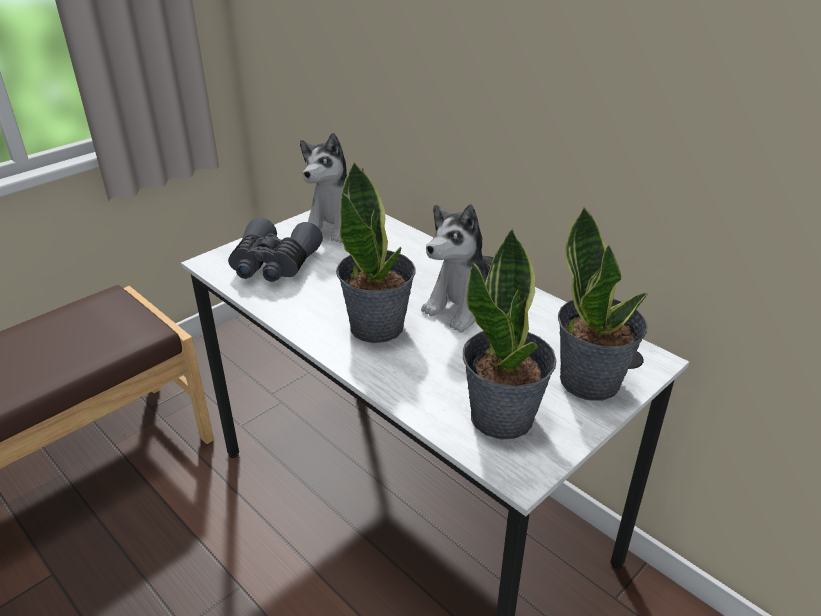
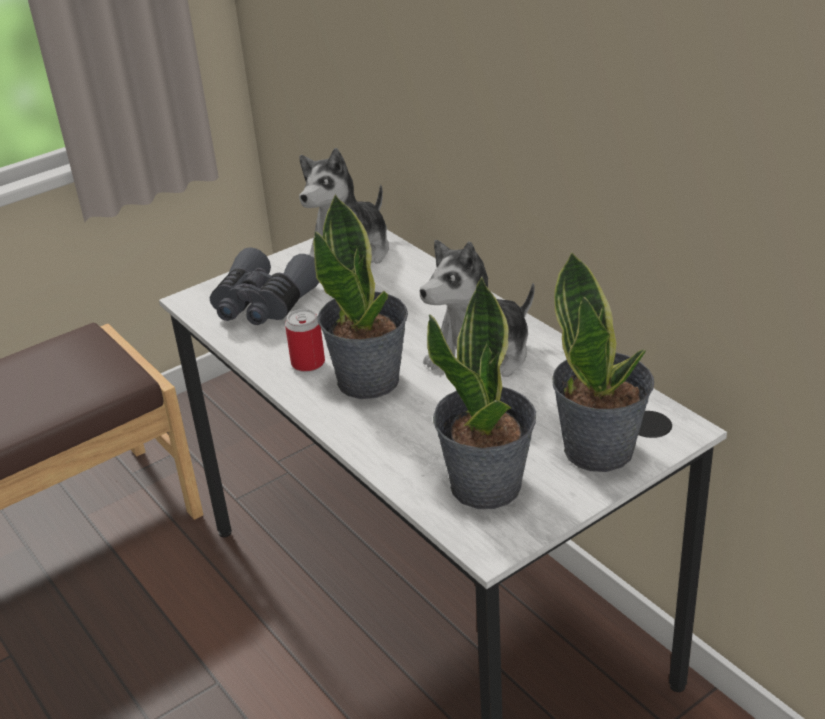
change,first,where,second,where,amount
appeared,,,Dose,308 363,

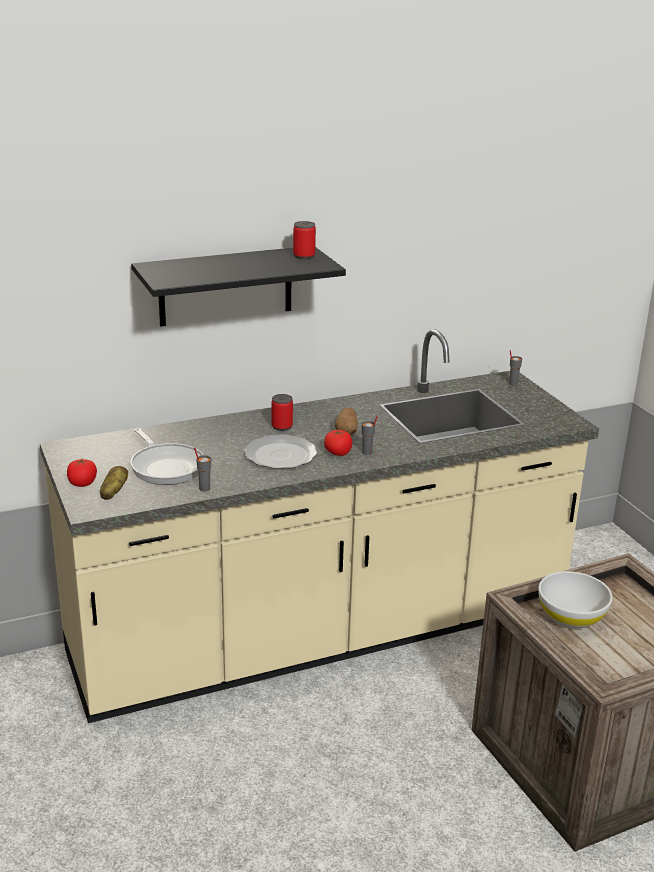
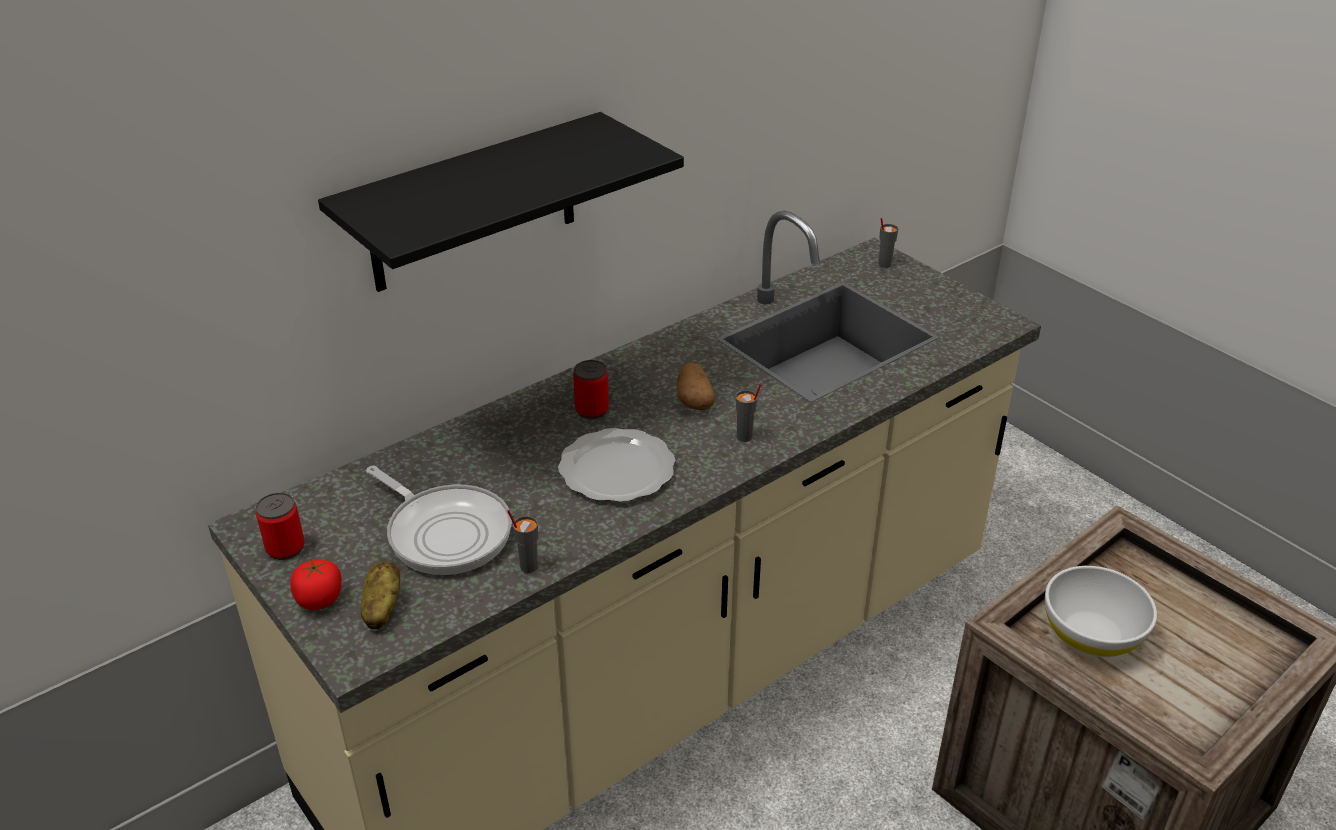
change,first,where,second,where,amount
relocated,Dose,304 256,,285 548,
missing,Tomate,338 453,,,

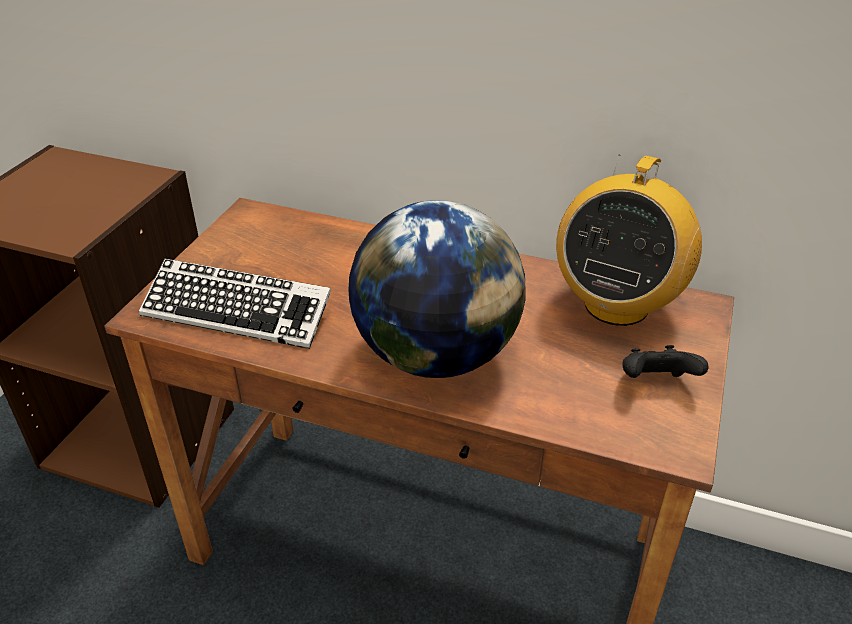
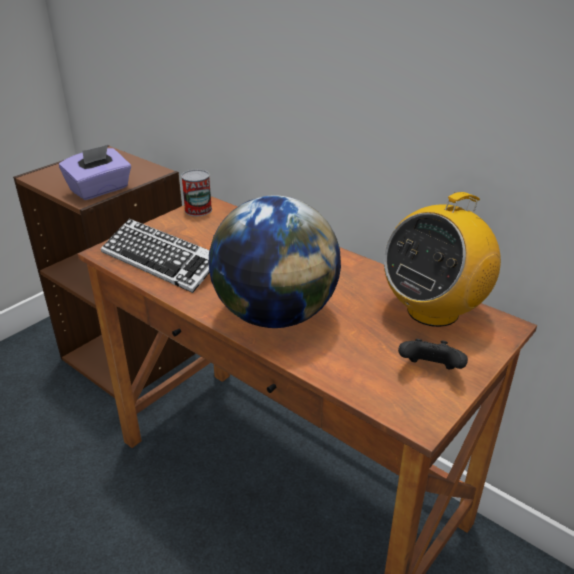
change,first,where,second,where,amount
appeared,,,Taschentuchbox [lila],100 190,
appeared,,,Dose,198 210,

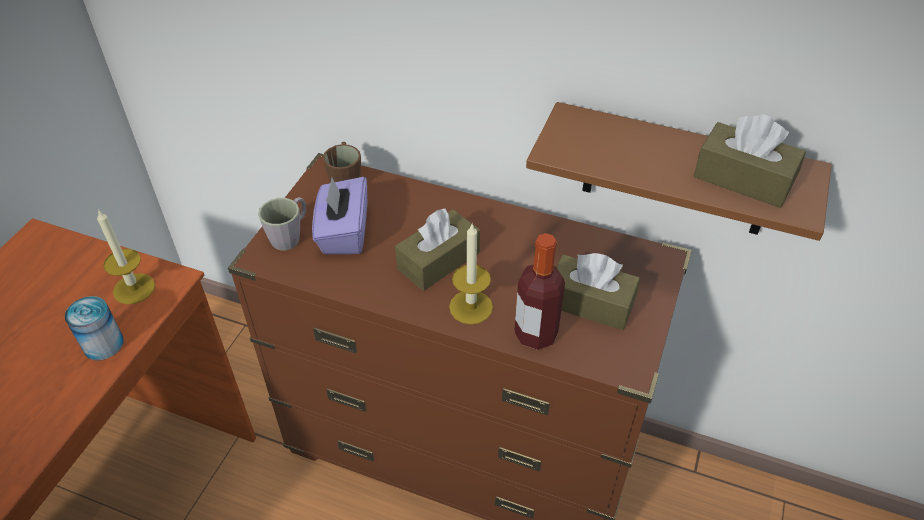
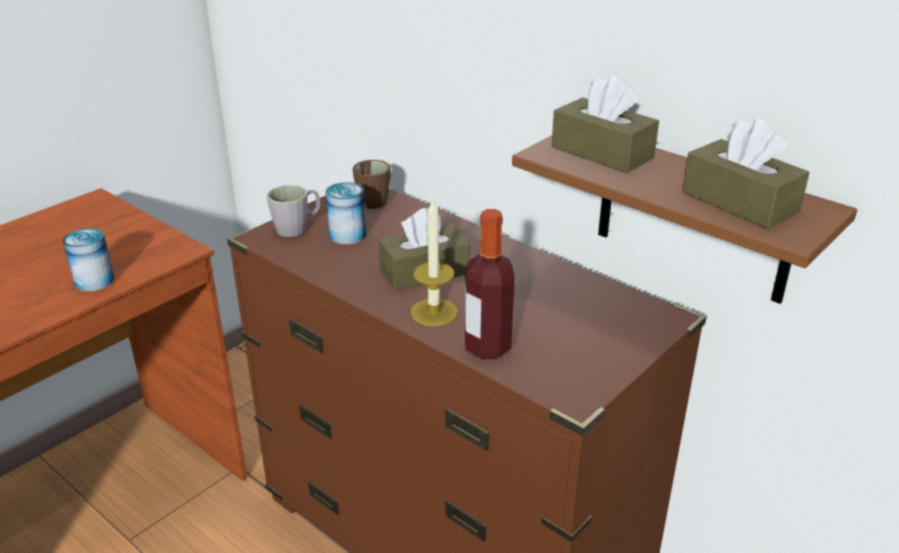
change,first,where,second,where,amount
exchanged,Taschentuchbox [lila],343 233,Dose,347 235,
relocated,Taschentuchbox [braun],590 303,,602 152,
missing,Kerze,134 288,,,

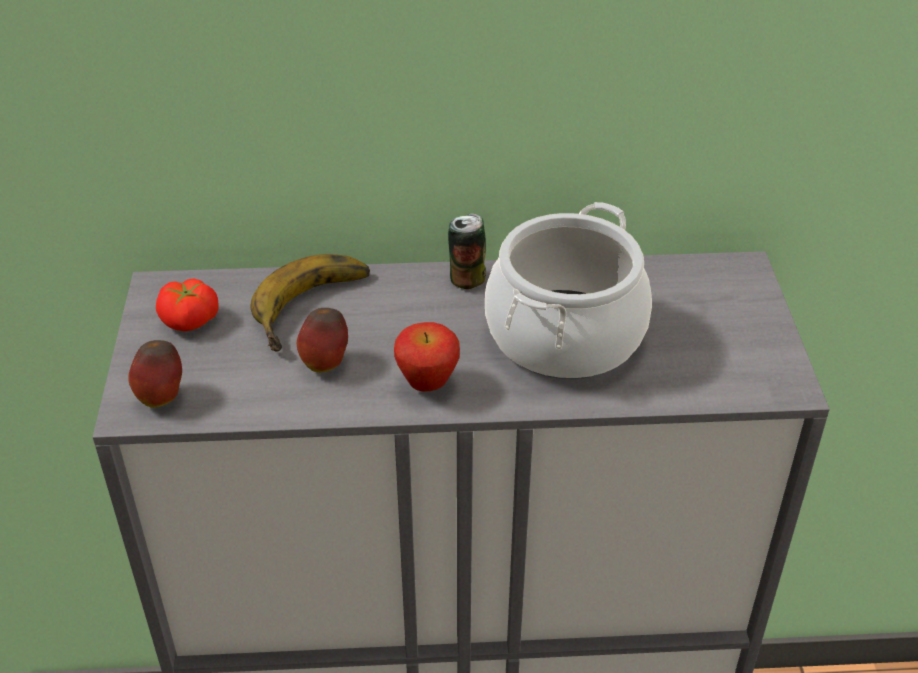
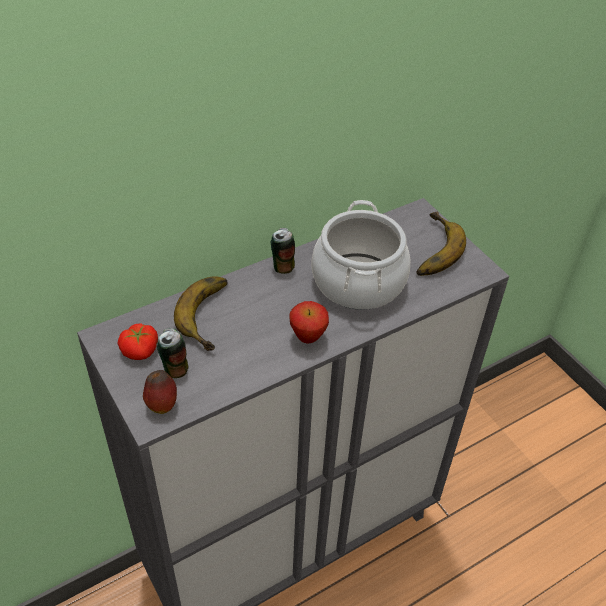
change,first,where,second,where,amount
appeared,,,Dose,175 368,
appeared,,,Banane,430 249,
missing,Apfel,325 363,,,

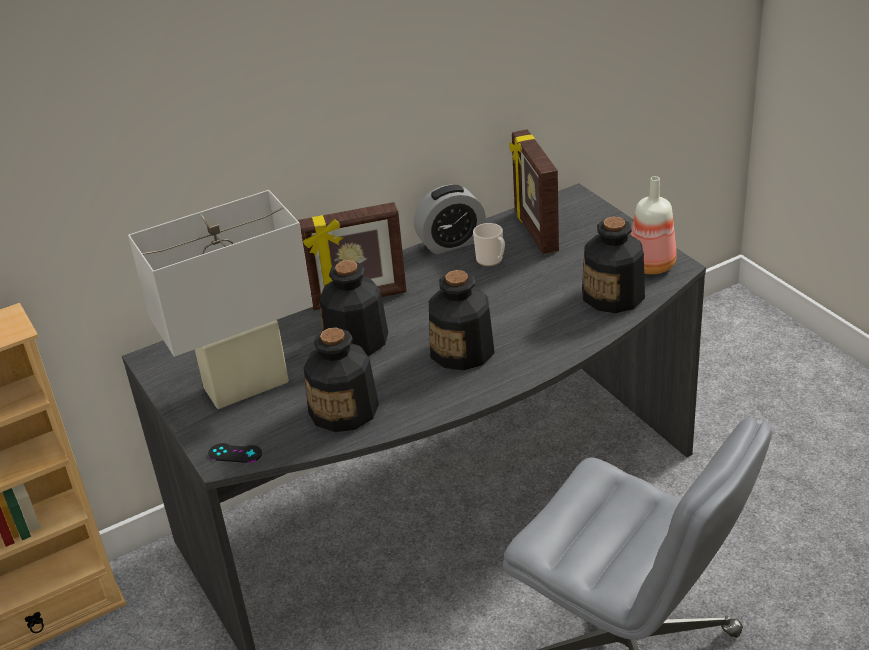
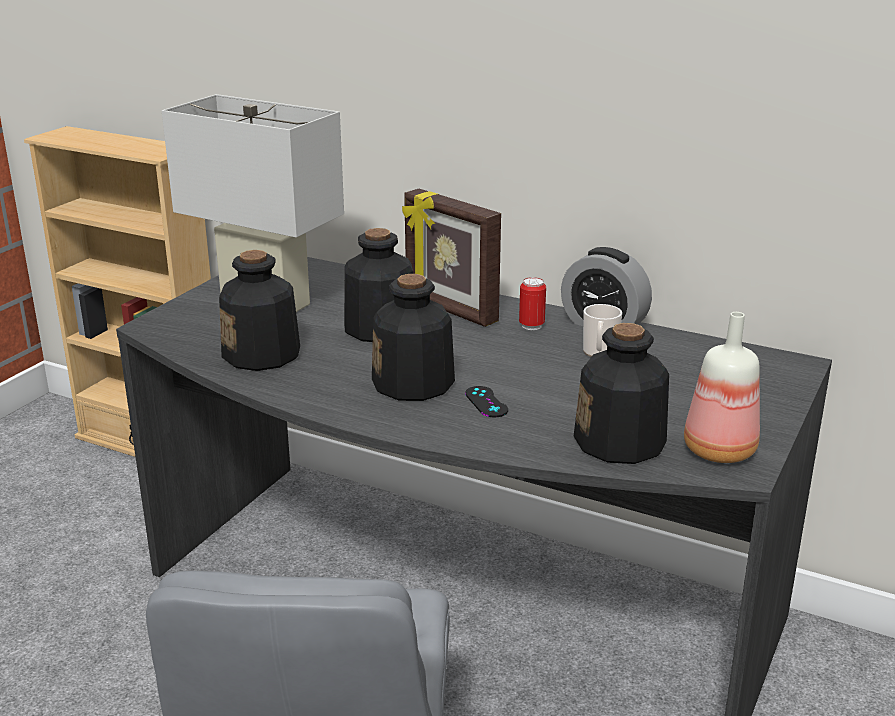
change,first,where,second,where,amount
relocated,Gamepad [schwarz],235 453,,486 402,
appeared,,,Dose,531 326,
missing,Bilderrahmen,534 231,,,

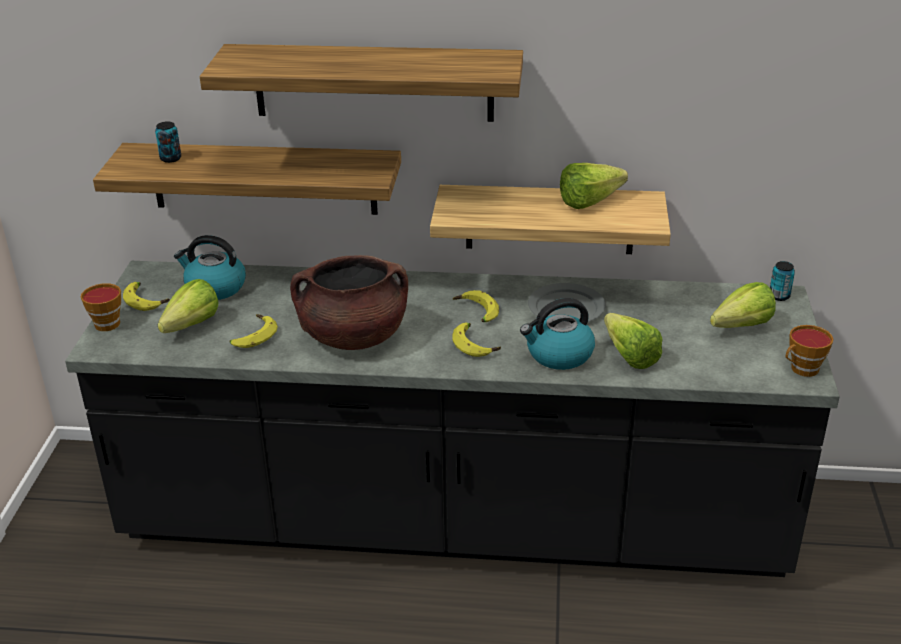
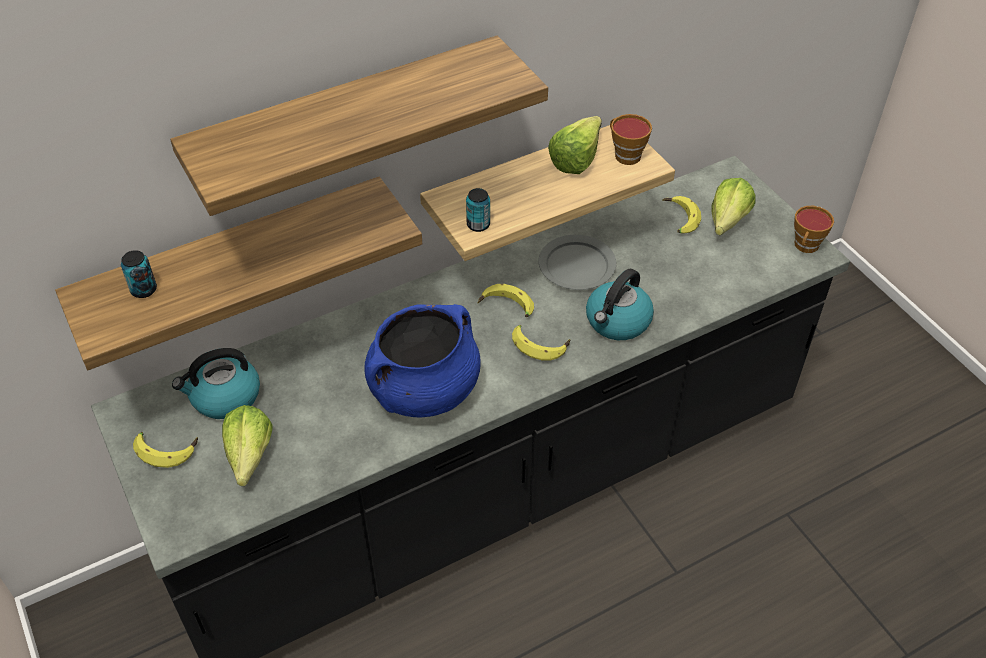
change,first,where,second,where,amount
colour,Kochtopf [braun],353 337,Kochtopf [blau],424 390,
relocated,Dose,779 296,,478 225,
relocated,Tasse,107 322,,625 155,
relocated,Banane,252 336,,678 219,
missing,Salatkopf,627 353,,,

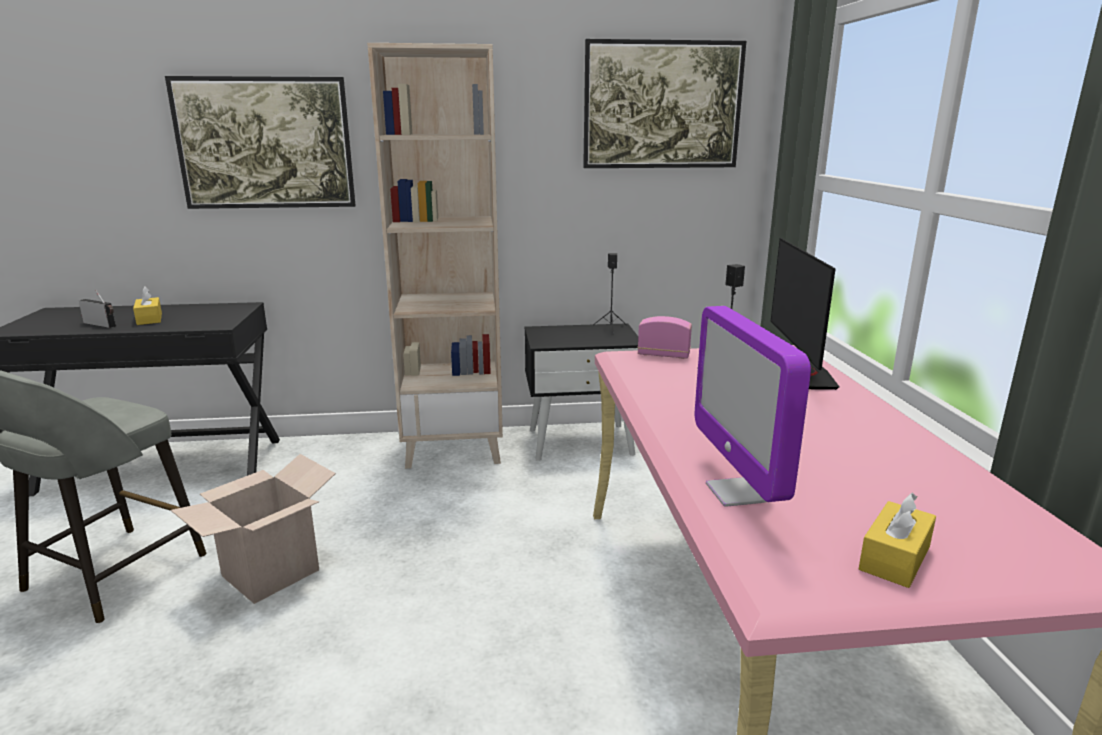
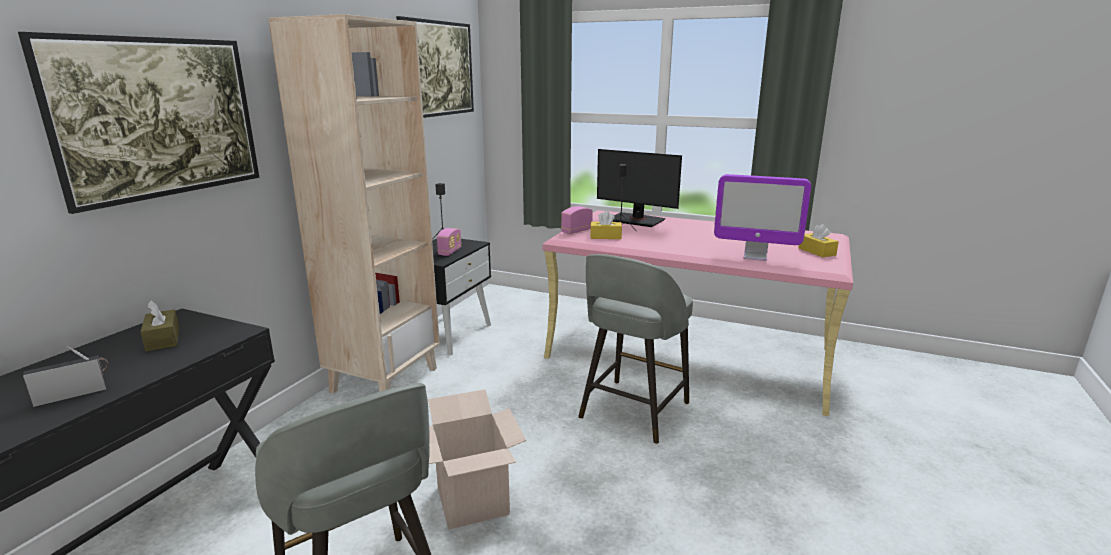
change,first,where,second,where,amount
appeared,,,Taschentuchbox [braun],163 339,
appeared,,,Radio,450 252,
appeared,,,Hocker [grau],632 411,
relocated,Taschentuchbox [gelb],149 319,,605 236,

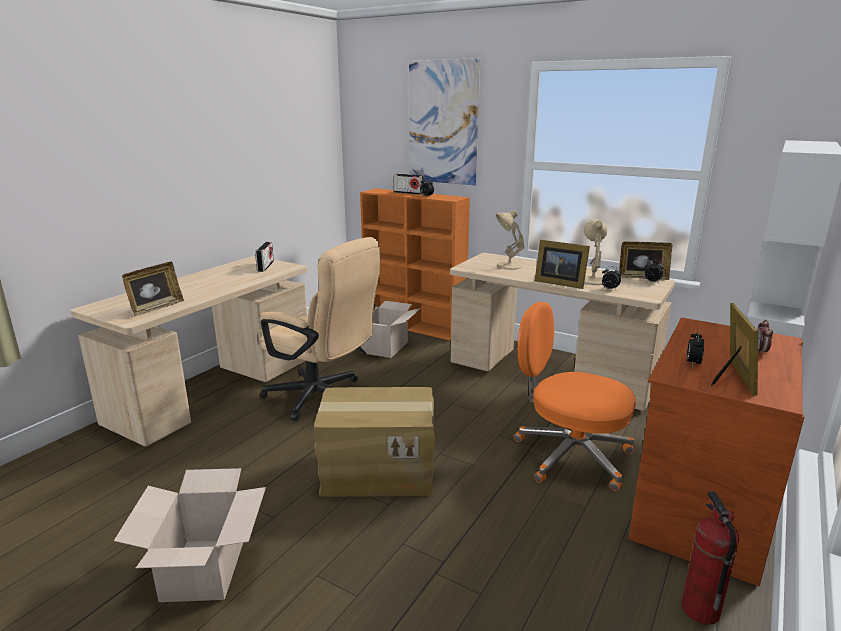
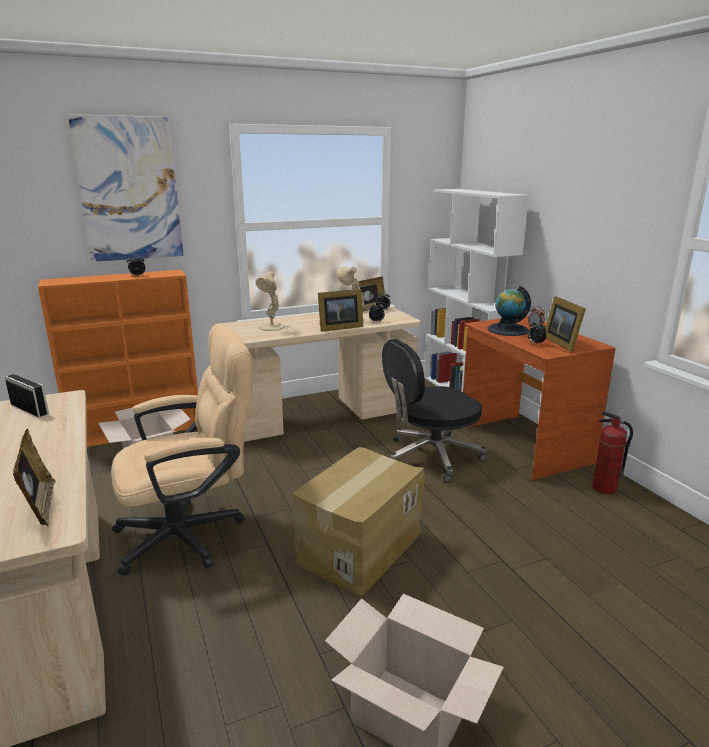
change,first,where,second,where,amount
colour,Bürostuhl [orange],570 455,Bürostuhl [schwarz],431 457,
appeared,,,Globus,508 330,
spun,Bilderrahmen,732 377,,562 343,150 degrees counterclockwise
missing,Radio,408 193,,,

